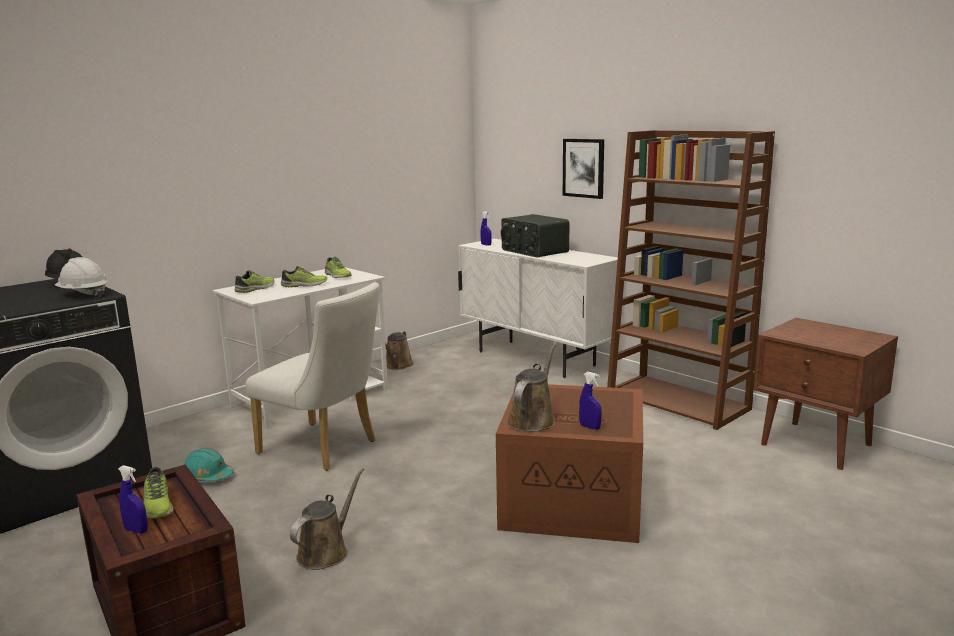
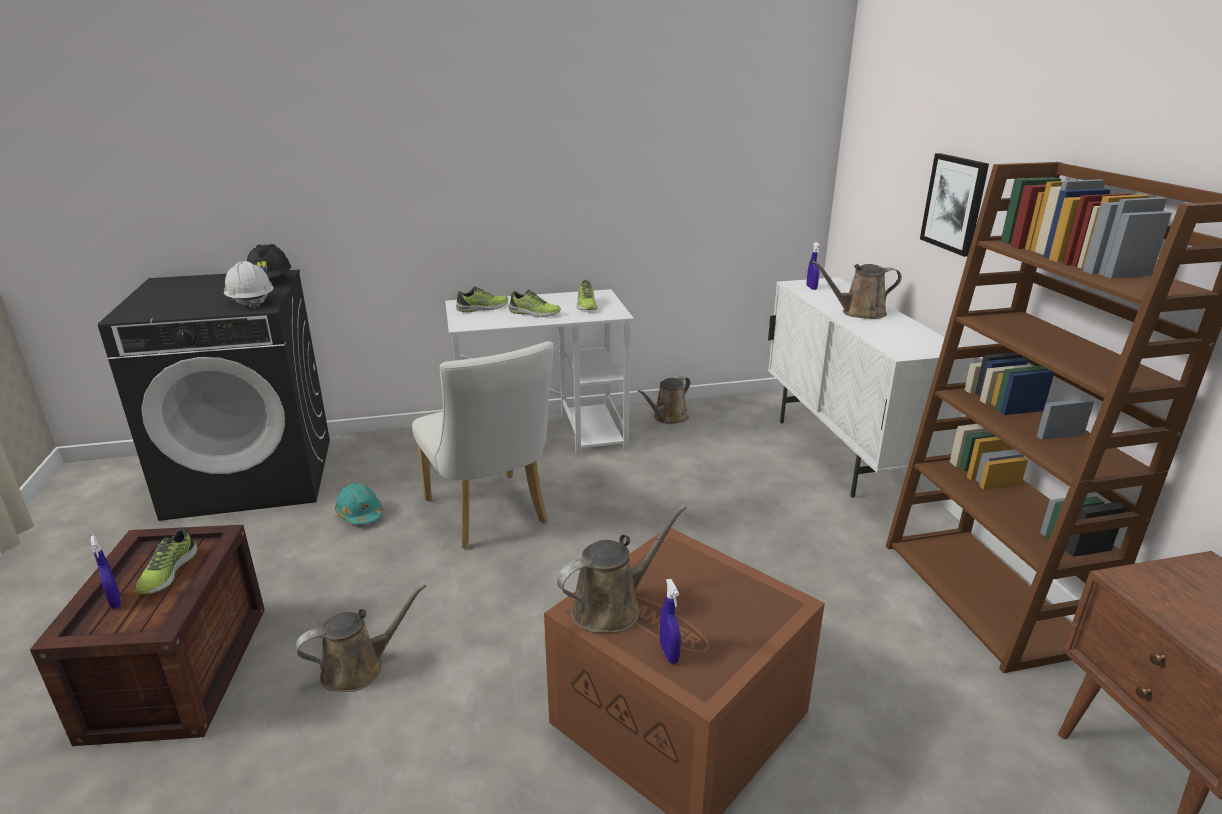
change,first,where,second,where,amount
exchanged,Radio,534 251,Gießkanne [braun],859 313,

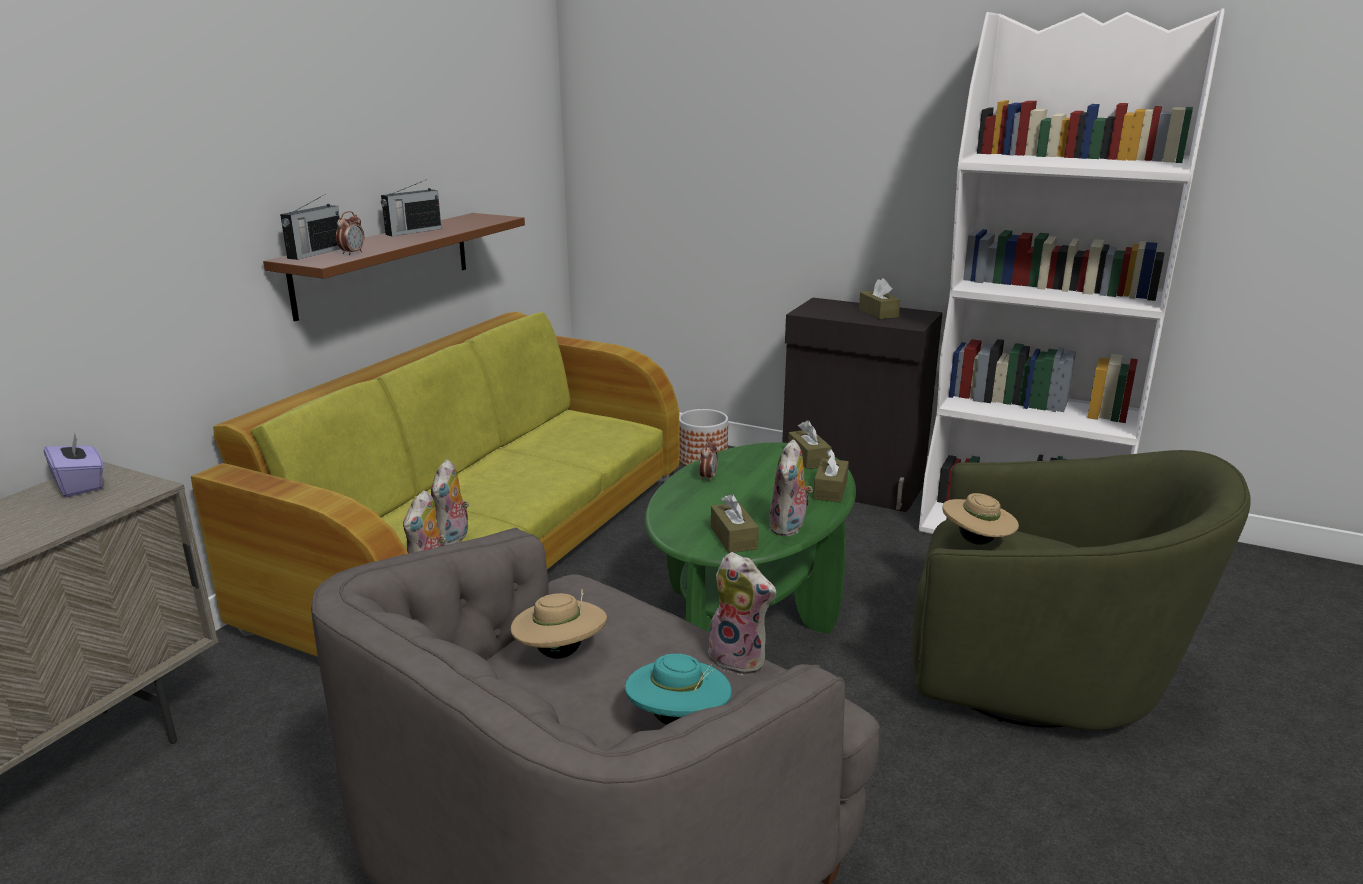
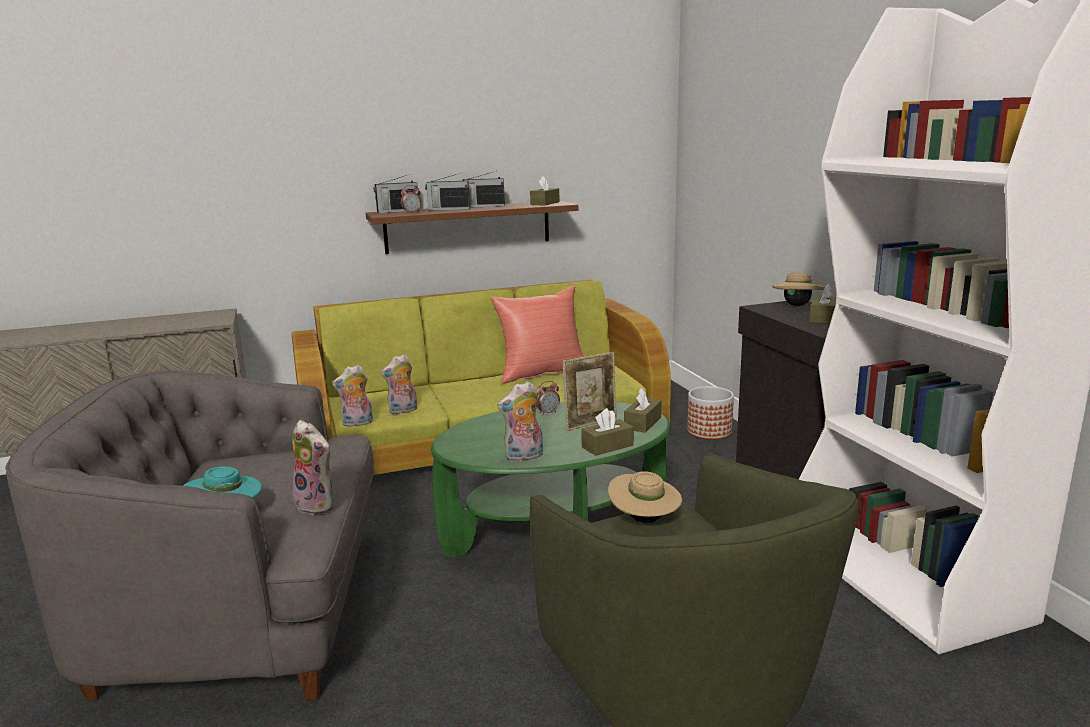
change,first,where,second,where,amount
spun,Plüschtier,740 658,,318 504,45 degrees counterclockwise
appeared,,,Radio,448 209,
appeared,,,Kissen [rot],541 372,
relocated,Taschentuchbox [braun],733 538,,545 203,
appeared,,,Bilderrahmen,590 423,
relocated,Hut [beige],560 653,,797 305,
missing,Taschentuchbox [lila],80 485,,,

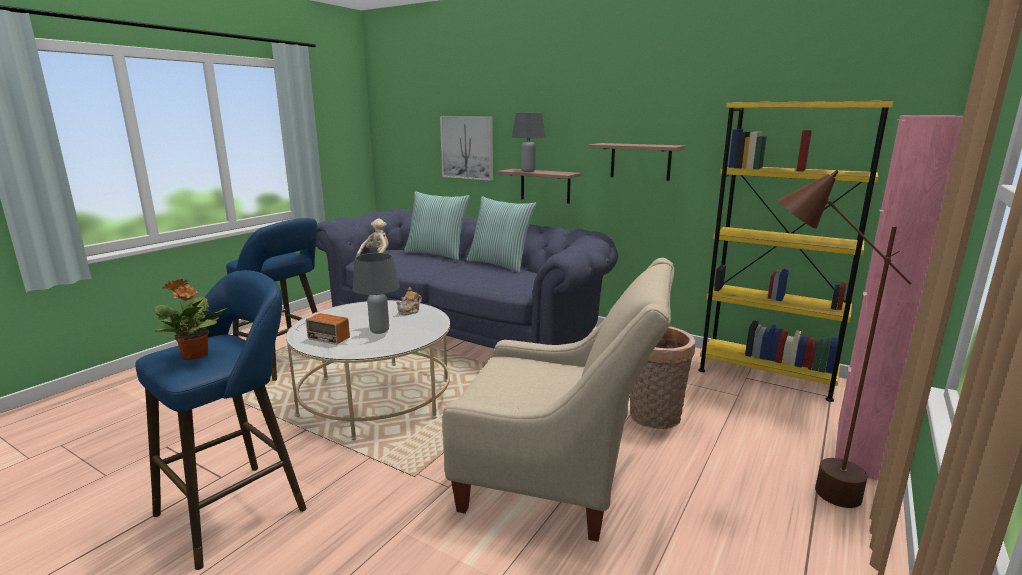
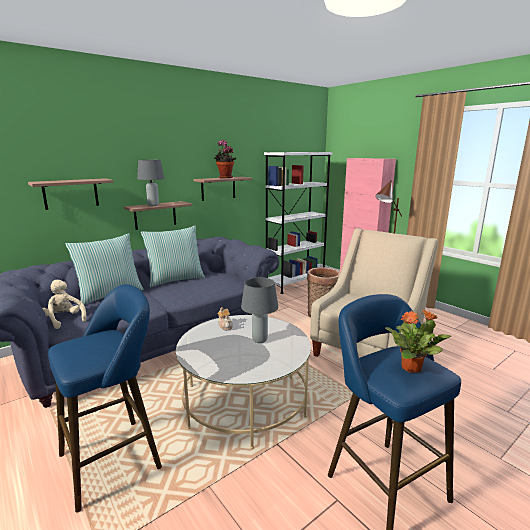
change,first,where,second,where,amount
exchanged,Bild,467 147,Wandregal,71 193,
appeared,,,Topfpflanze,224 178,
colour,Bücherregal [gelb],766 375,Bücherregal [weiß],295 283,
missing,Radio,323 331,,,

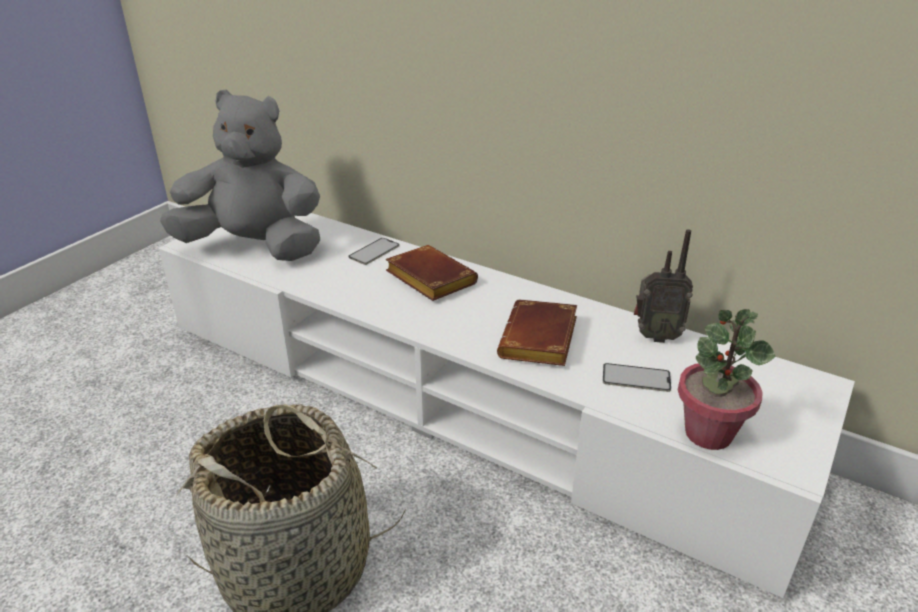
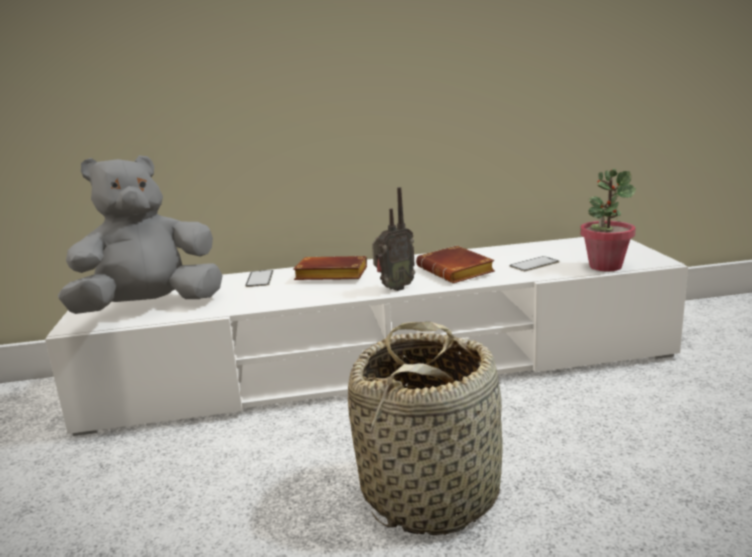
change,first,where,second,where,amount
relocated,Radio,655 336,,393 288,

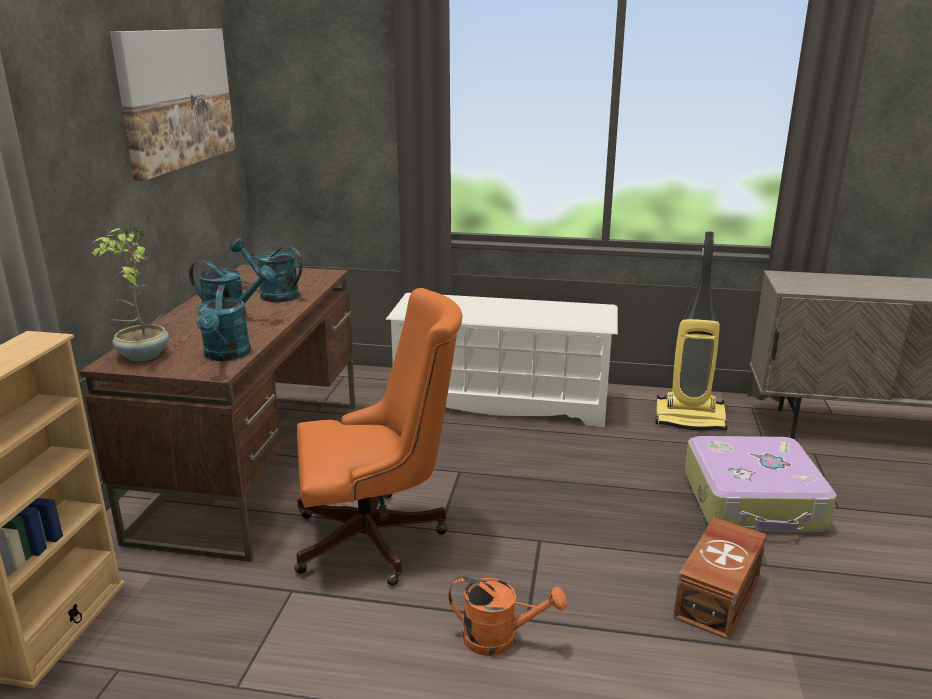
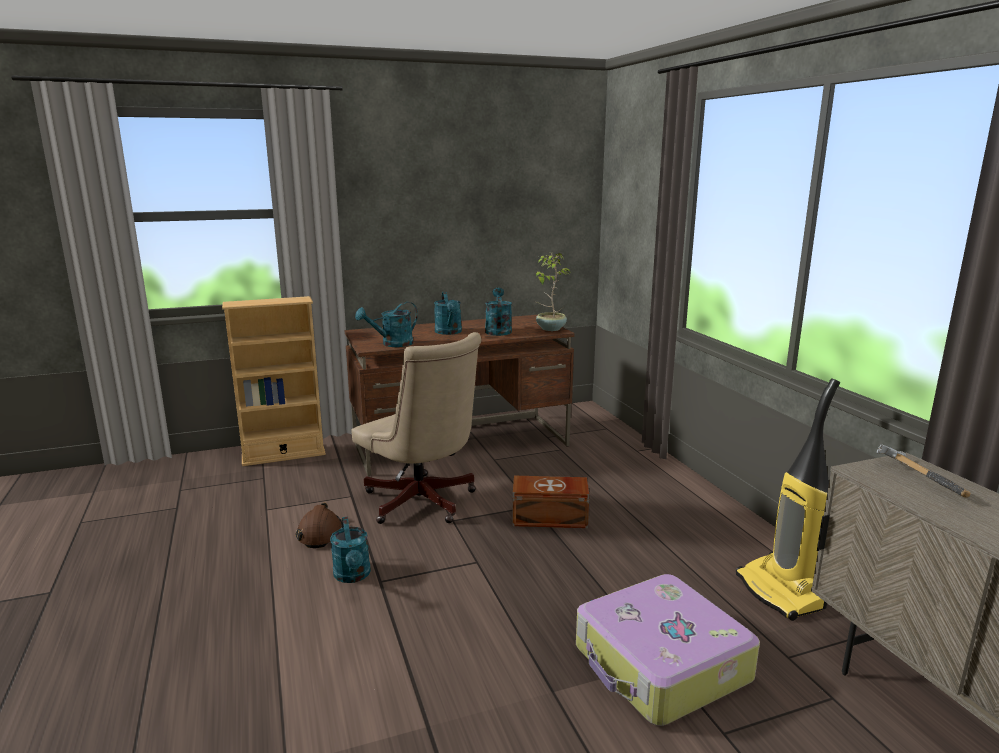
change,first,where,second,where,amount
appeared,,,Schutzhelm [braun],320 533,
colour,Gießkanne [orange],500 638,Gießkanne [türkis],353 576,
colour,Bürostuhl [orange],378 539,Bürostuhl [beige],423 504,
relocated,Aufbewahrungsbox [braun],719 596,,550 518,
relocated,Topfpflanze,142 356,,550 329,
appeared,,,Hammer,919 477,
missing,Bild,176 98,,,
missing,Schuhregal [weiß],502 402,,,

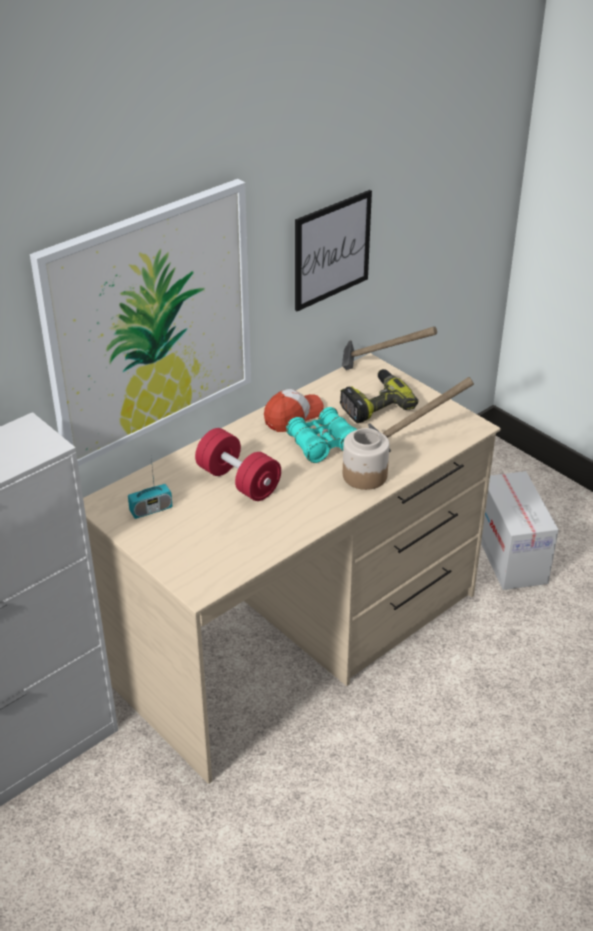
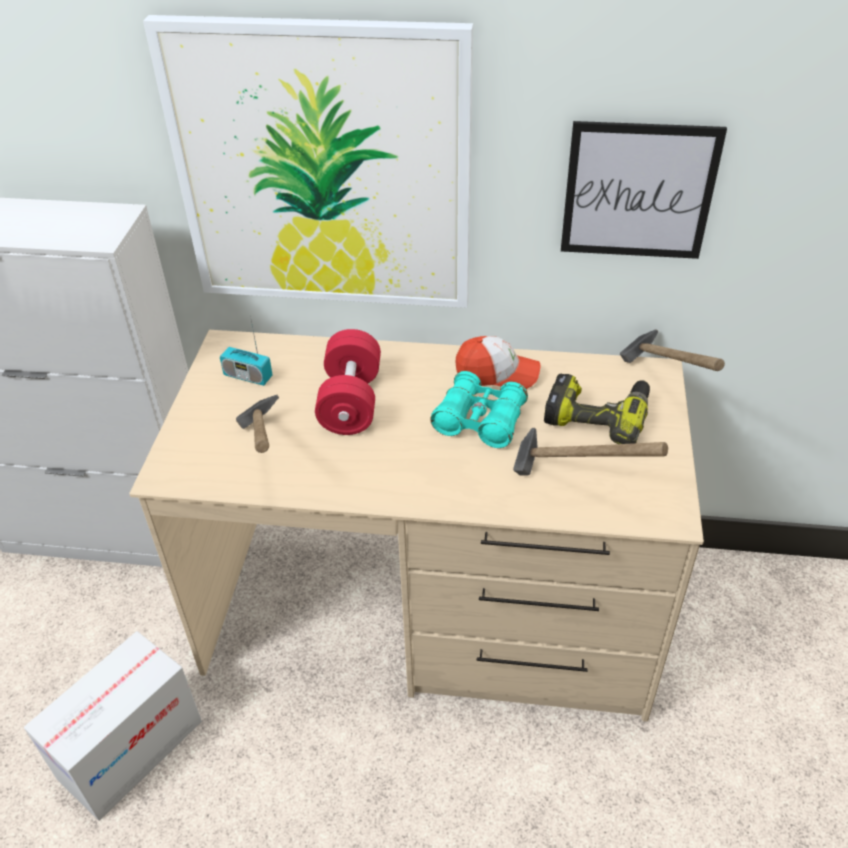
change,first,where,second,where,amount
relocated,Karton,510 556,,131 750,
appeared,,,Hammer,267 457,
missing,Vorratsglas,364 475,,,

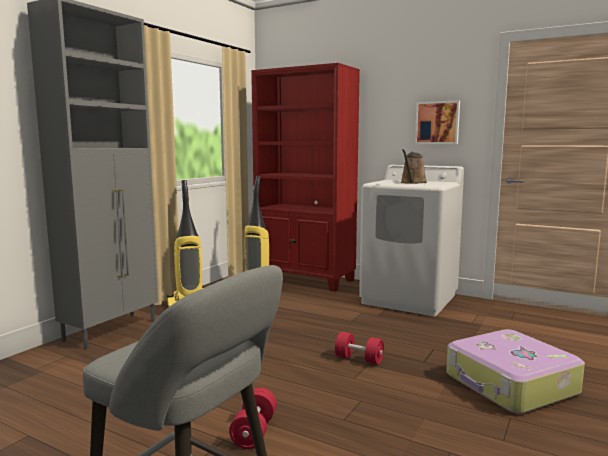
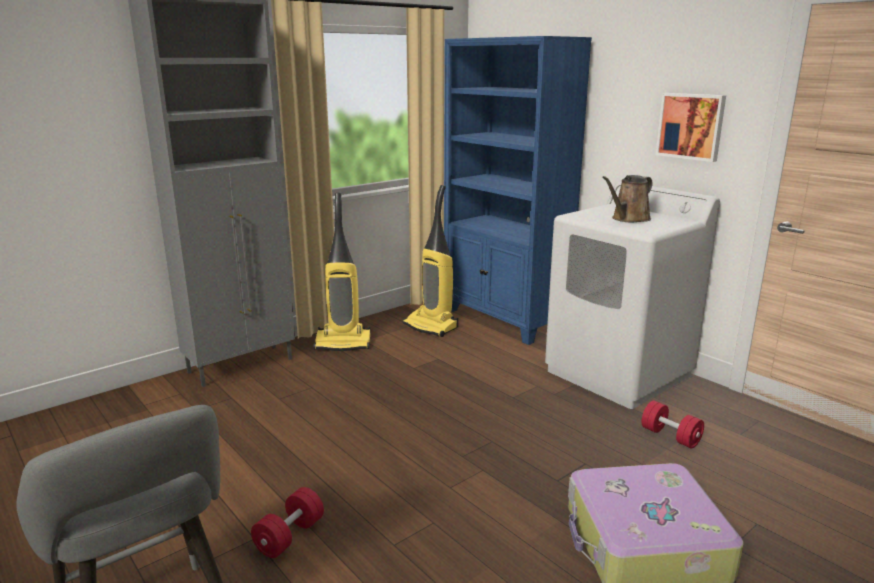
change,first,where,second,where,amount
colour,Bücherregal [rot],305 279,Bücherregal [blau],504 320,
relocated,Hantel [rot],359 359,,670 436,

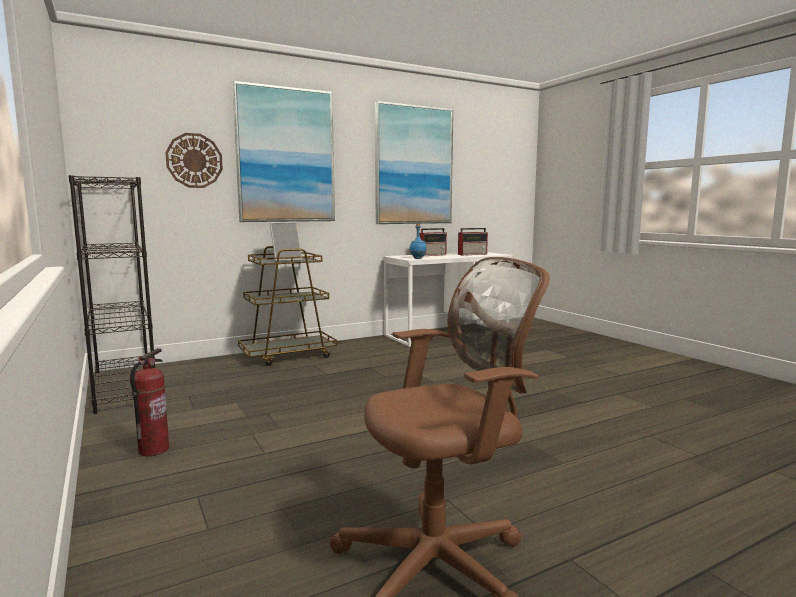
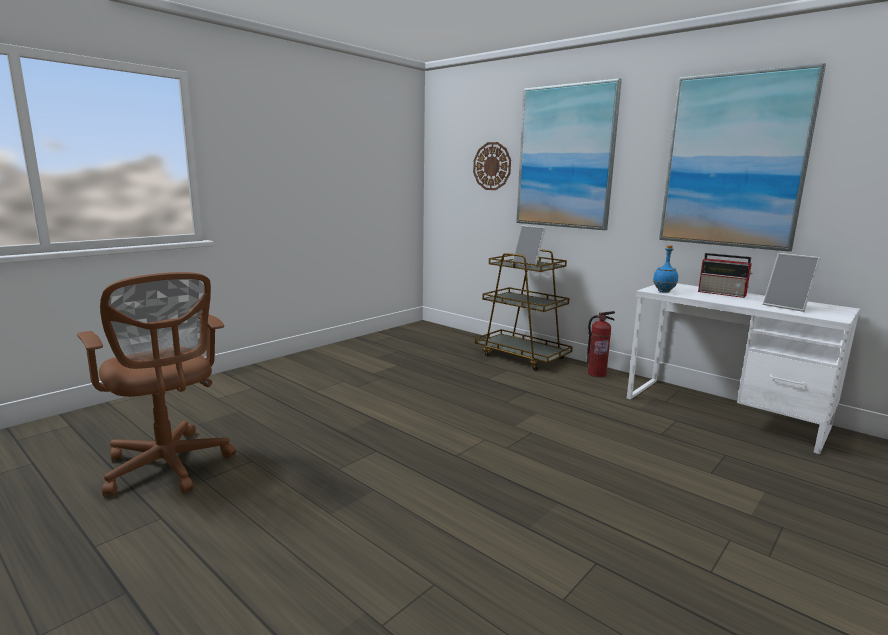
change,first,where,second,where,amount
relocated,Feuerlöscher,153 450,,596 374,
exchanged,Radio,473 254,Bilderrahmen,787 306,
missing,Bücherregal [schwarz],123 386,,,

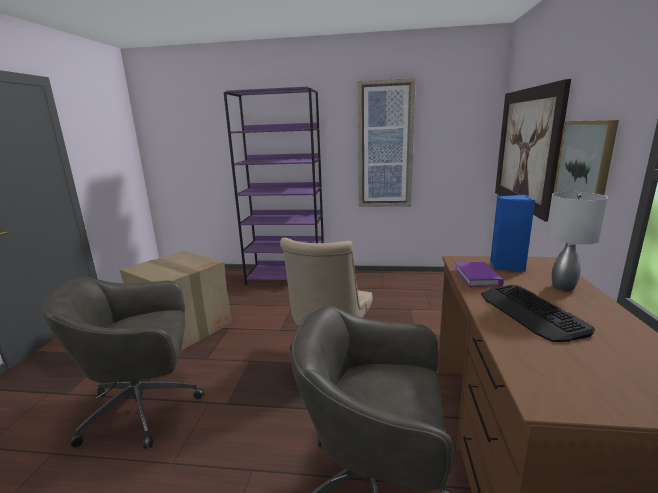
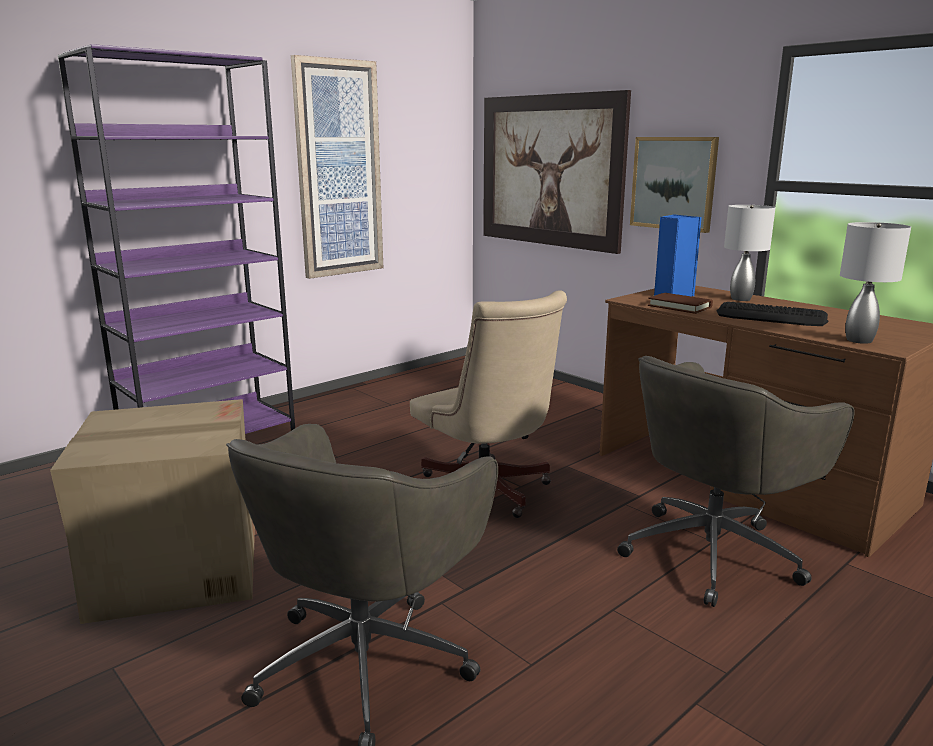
change,first,where,second,where,amount
colour,Buch [lila],477 277,Buch [braun],679 306,
appeared,,,Tischlampe [grau],860 340,

